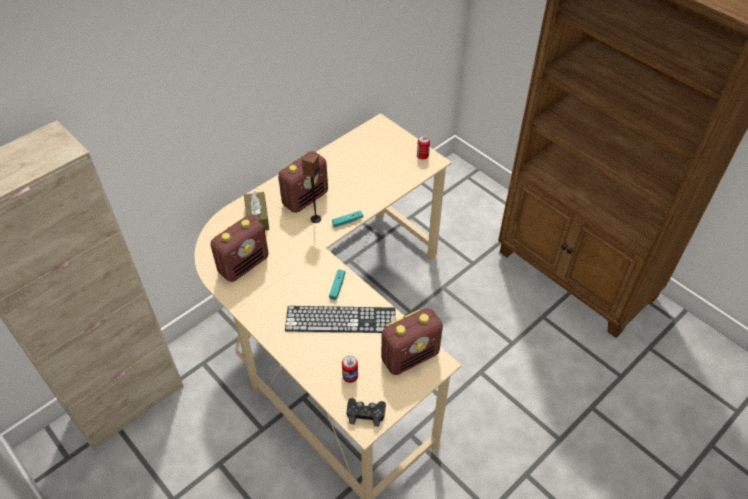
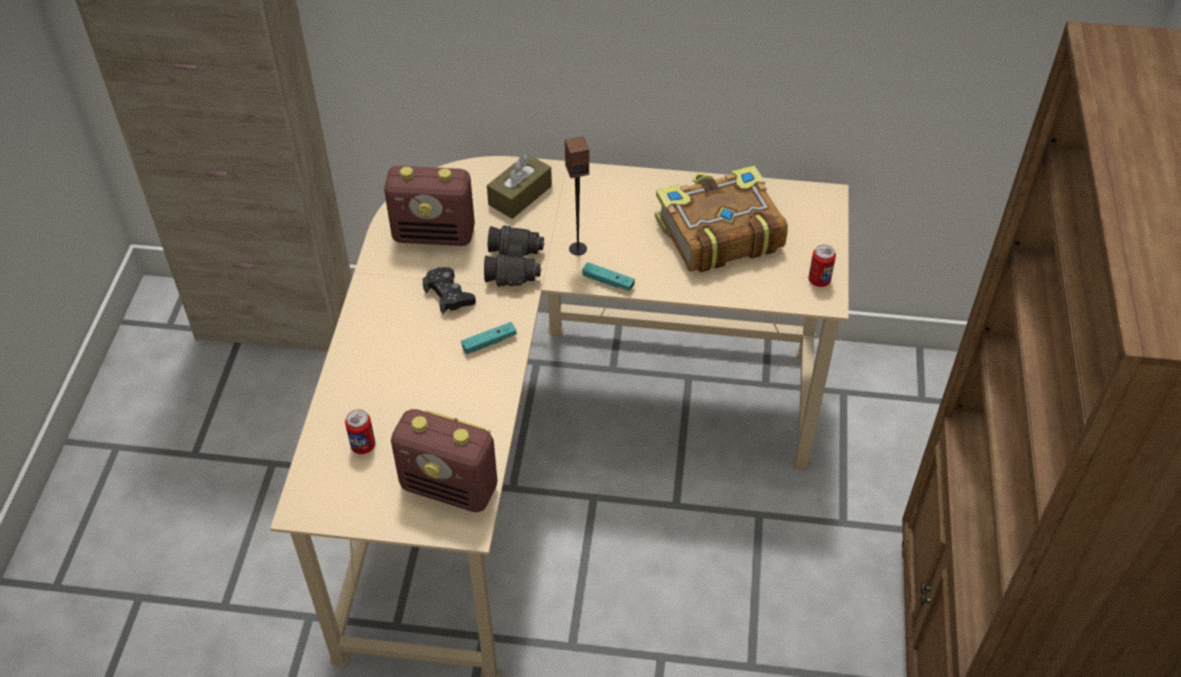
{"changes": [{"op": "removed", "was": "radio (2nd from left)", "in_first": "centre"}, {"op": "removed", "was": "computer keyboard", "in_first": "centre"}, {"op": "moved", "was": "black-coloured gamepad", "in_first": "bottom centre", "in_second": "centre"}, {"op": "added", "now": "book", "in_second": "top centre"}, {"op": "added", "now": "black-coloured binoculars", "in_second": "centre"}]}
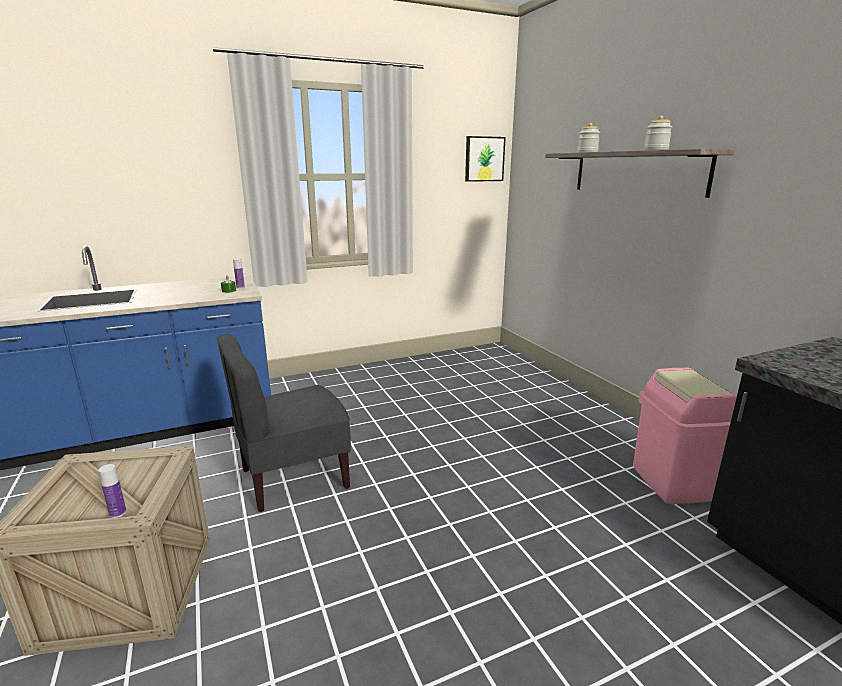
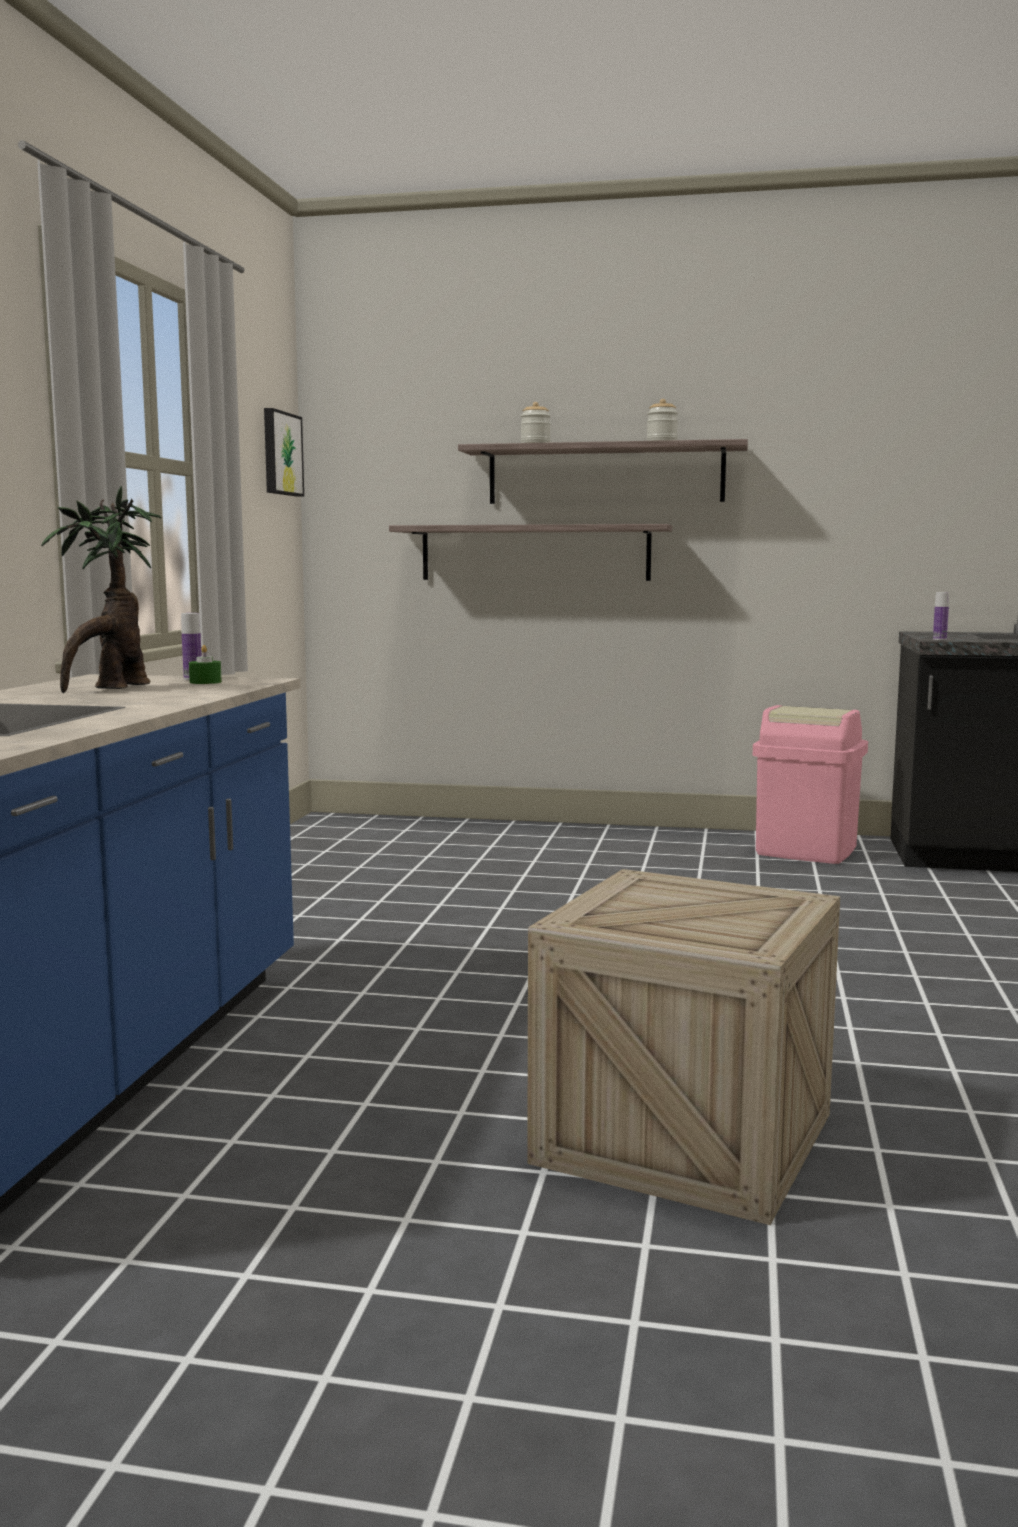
{"changes": [{"op": "removed", "was": "gray chair", "in_first": "centre"}, {"op": "moved", "was": "drink bottle (1st from left in the first image)", "now": "drink bottle (2nd from left)", "in_first": "bottom left", "in_second": "middle right"}, {"op": "added", "now": "plant in a pot", "in_second": "middle left"}, {"op": "added", "now": "bracket shelf (1st from left)", "in_second": "centre"}]}
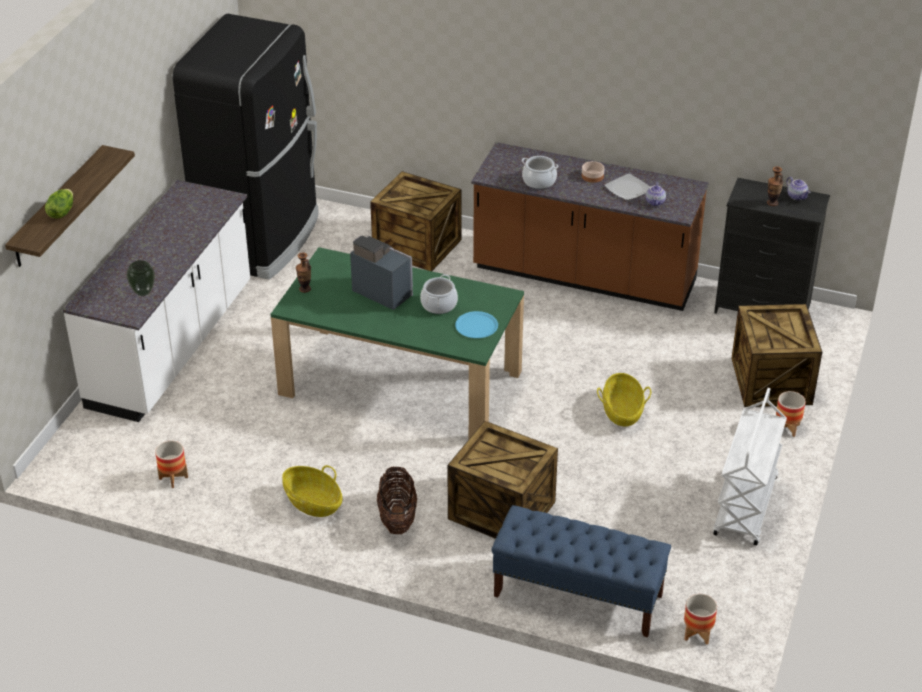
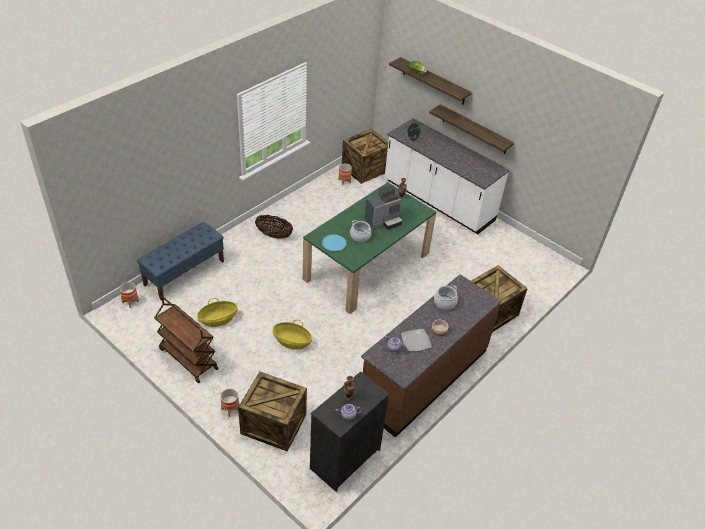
{"changes": [{"op": "removed", "was": "black-coloured refrigerator", "in_first": "top left"}, {"op": "recoloured", "was": "white trolley", "now": "brown-coloured trolley", "in_first": "bottom right", "in_second": "middle left"}, {"op": "moved", "was": "crate (2nd from left)", "in_first": "bottom centre", "in_second": "top centre"}, {"op": "moved", "was": "basket (1st from left)", "in_first": "bottom centre", "in_second": "middle left"}, {"op": "added", "now": "bracket shelf (2nd from left)", "in_second": "top right"}]}
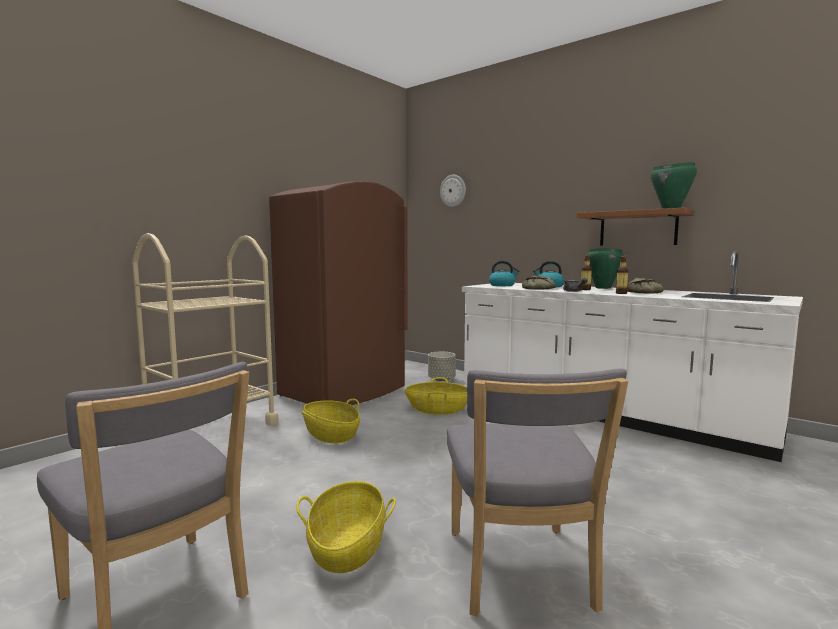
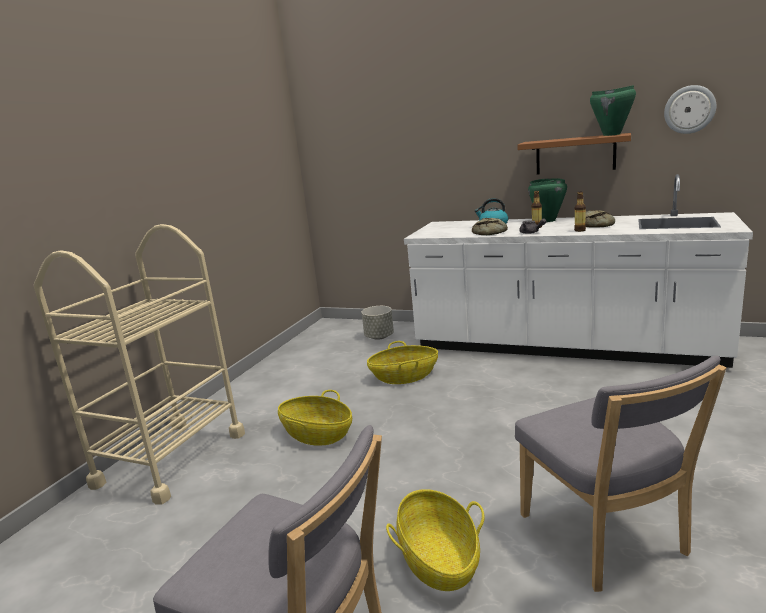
{"changes": [{"op": "moved", "was": "clock on the wall", "in_first": "top centre", "in_second": "top right"}, {"op": "removed", "was": "brown-coloured refrigerator", "in_first": "centre"}, {"op": "removed", "was": "water kettle (1st from left)", "in_first": "centre"}]}
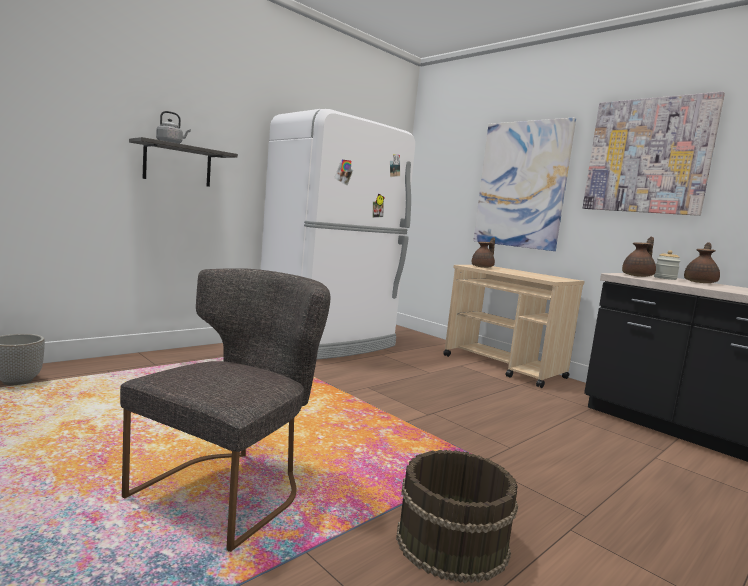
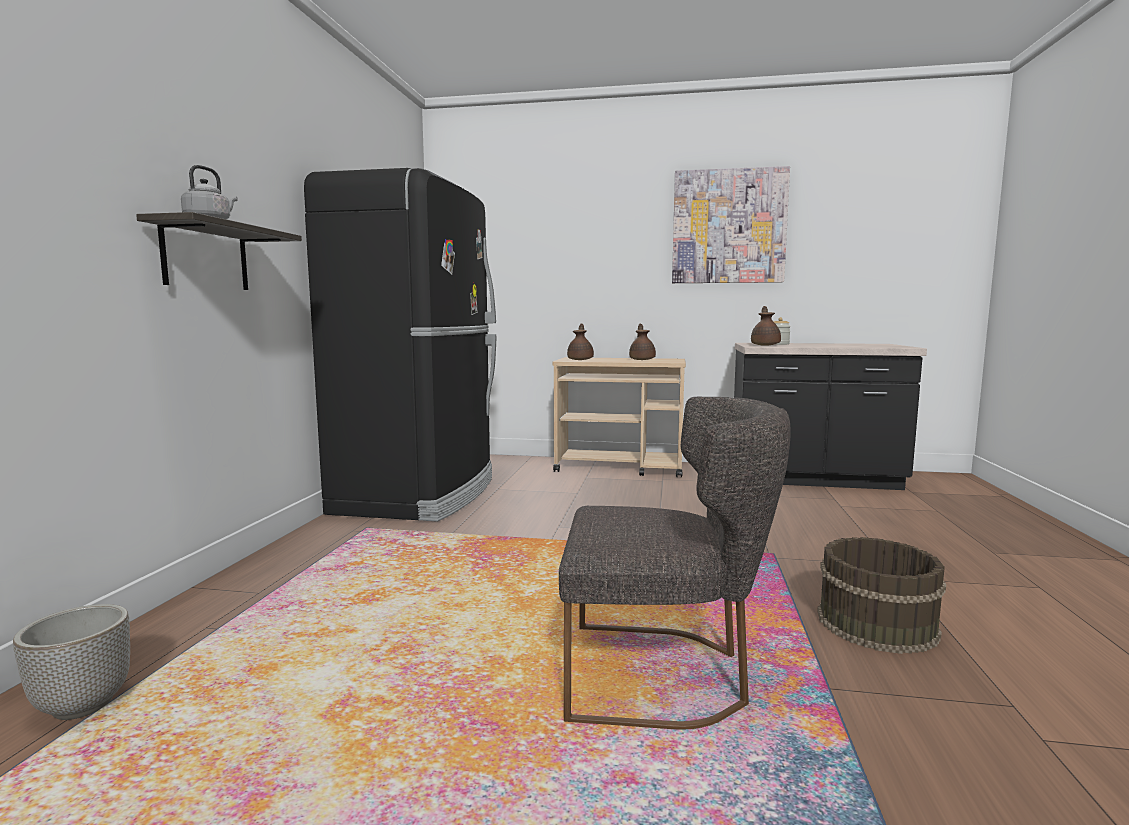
{"changes": [{"op": "recoloured", "was": "white refrigerator", "now": "black-coloured refrigerator", "in_first": "centre", "in_second": "centre"}, {"op": "removed", "was": "picture (1st from left)", "in_first": "top right"}, {"op": "moved", "was": "brown-coloured tea pot (3rd from left in the first image)", "now": "brown-coloured tea pot (2nd from left)", "in_first": "middle right", "in_second": "centre"}, {"op": "turned", "was": "gray chair", "in_first": "bottom left", "in_second": "bottom centre", "clockwise": 105}]}
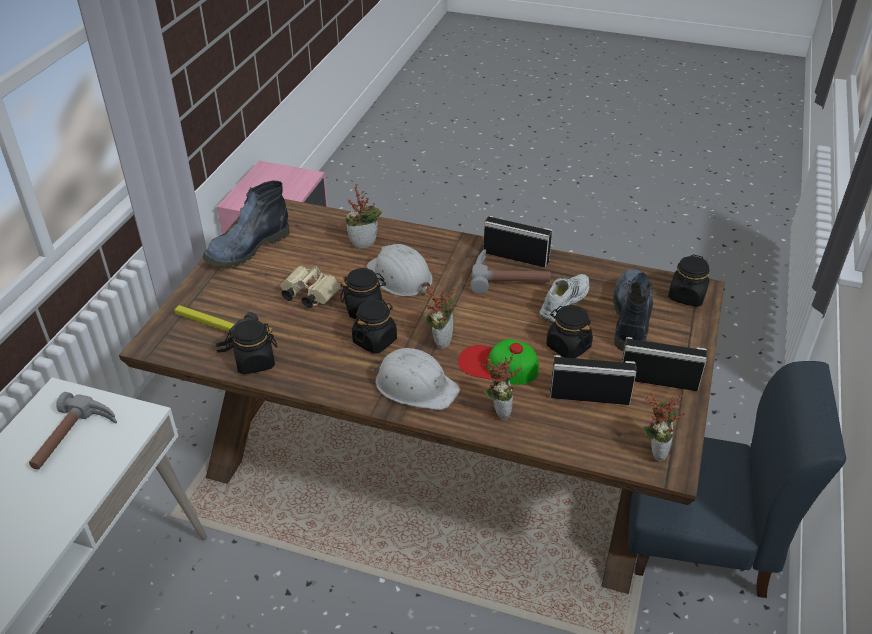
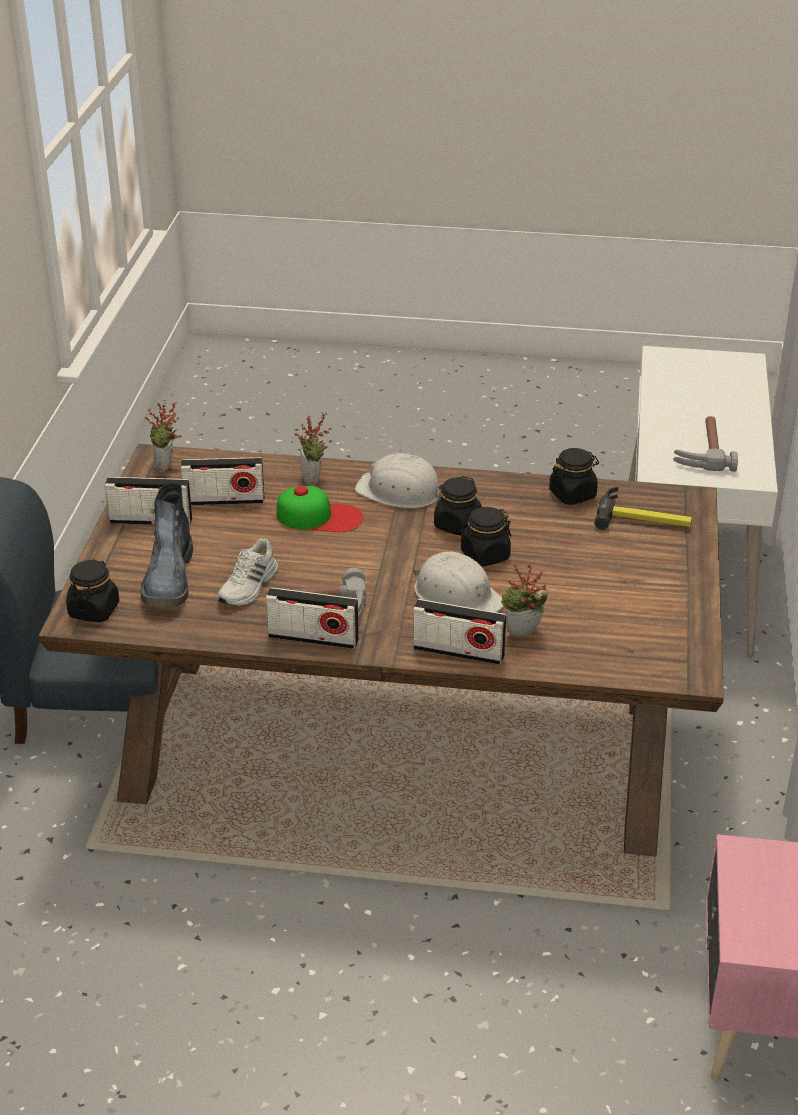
{"changes": [{"op": "removed", "was": "boot (1st from left)", "in_first": "middle left"}, {"op": "removed", "was": "beige-coloured binoculars", "in_first": "centre"}, {"op": "removed", "was": "plant in a pot (2nd from left)", "in_first": "centre"}, {"op": "removed", "was": "black-coloured jar (4th from left)", "in_first": "centre"}, {"op": "added", "now": "radio (4th from left)", "in_second": "centre"}]}
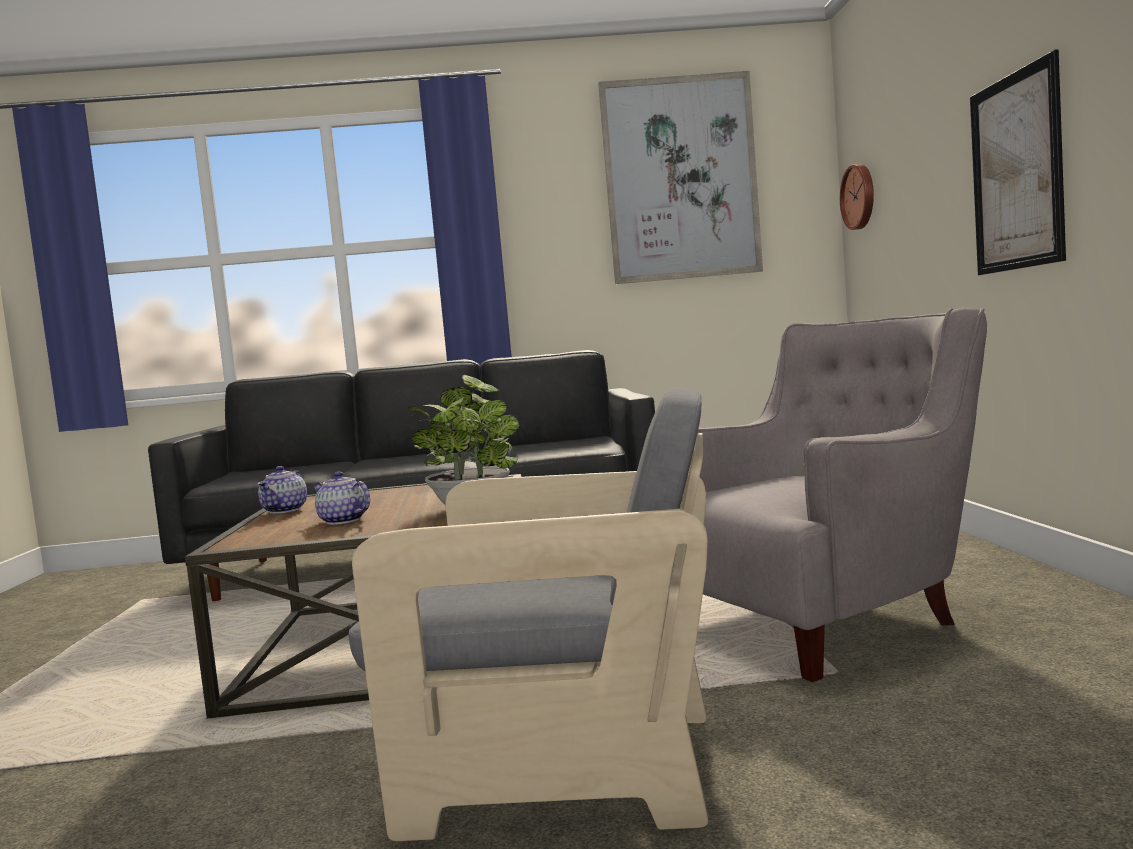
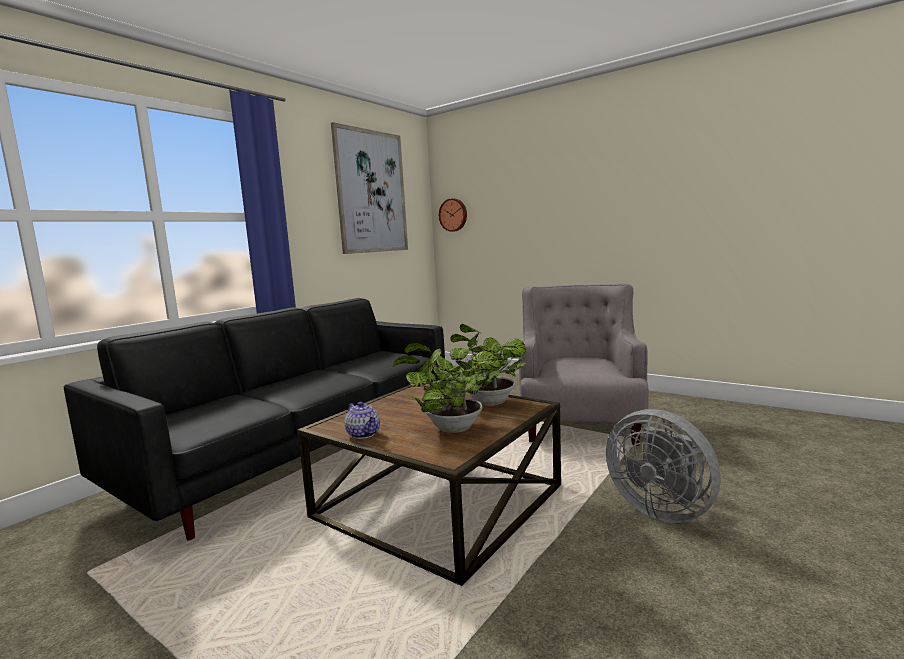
{"changes": [{"op": "removed", "was": "picture (2nd from left)", "in_first": "top right"}, {"op": "replaced", "was": "gray easy chair (1st from left)", "now": "gray cooling fan", "in_first": "bottom centre", "in_second": "bottom right"}, {"op": "replaced", "was": "tea pot (2nd from left)", "now": "plant in a pot (1st from left)", "in_first": "middle left", "in_second": "centre"}]}
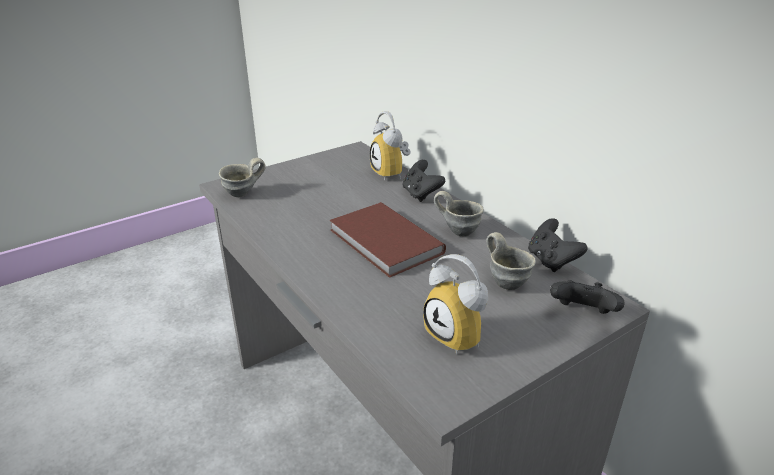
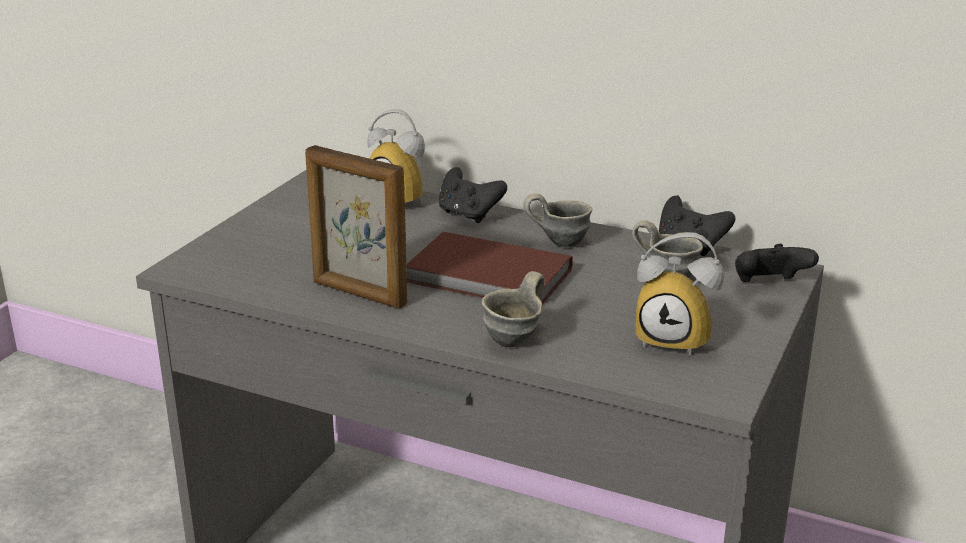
{"changes": [{"op": "moved", "was": "gray coffee mug (1st from left)", "in_first": "middle left", "in_second": "centre"}, {"op": "added", "now": "picture frame", "in_second": "centre"}]}
